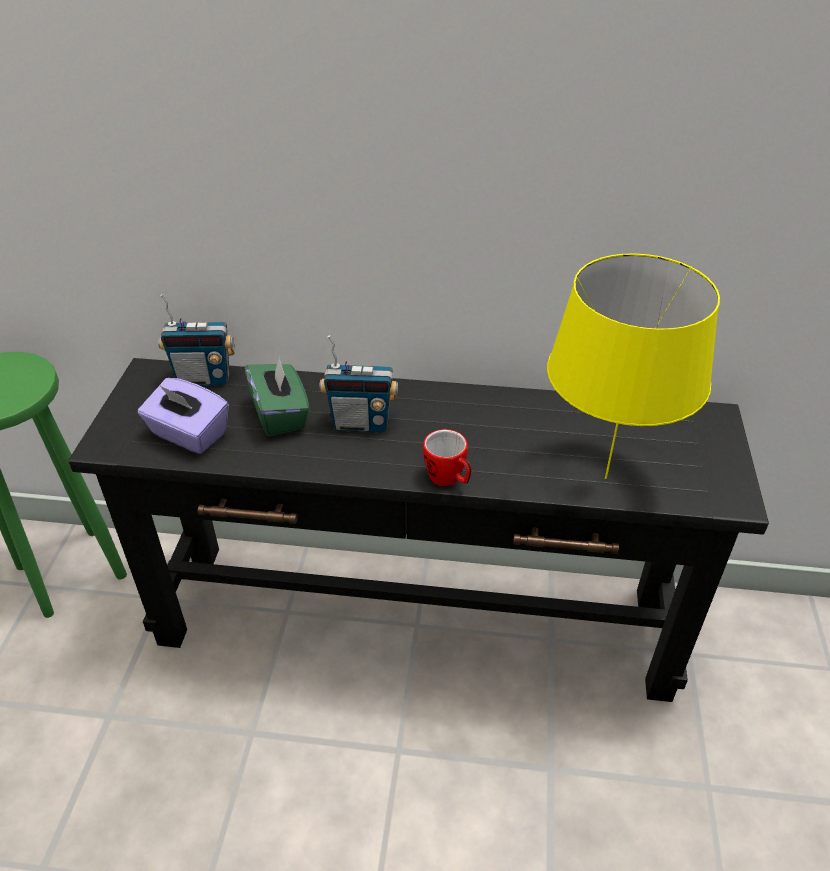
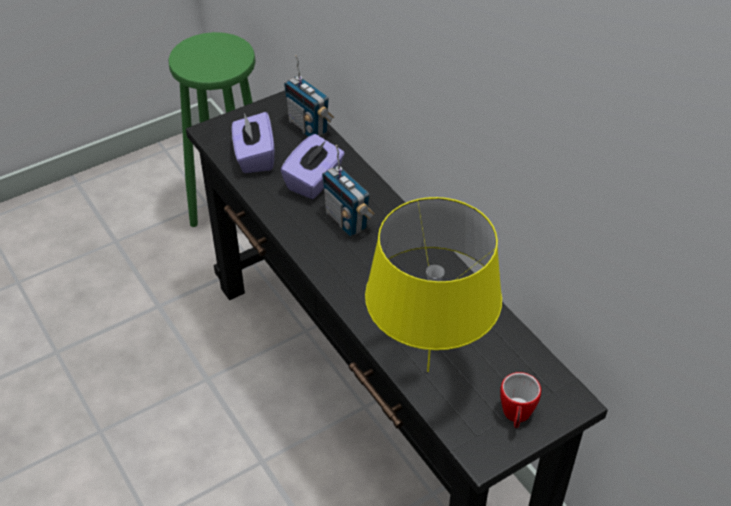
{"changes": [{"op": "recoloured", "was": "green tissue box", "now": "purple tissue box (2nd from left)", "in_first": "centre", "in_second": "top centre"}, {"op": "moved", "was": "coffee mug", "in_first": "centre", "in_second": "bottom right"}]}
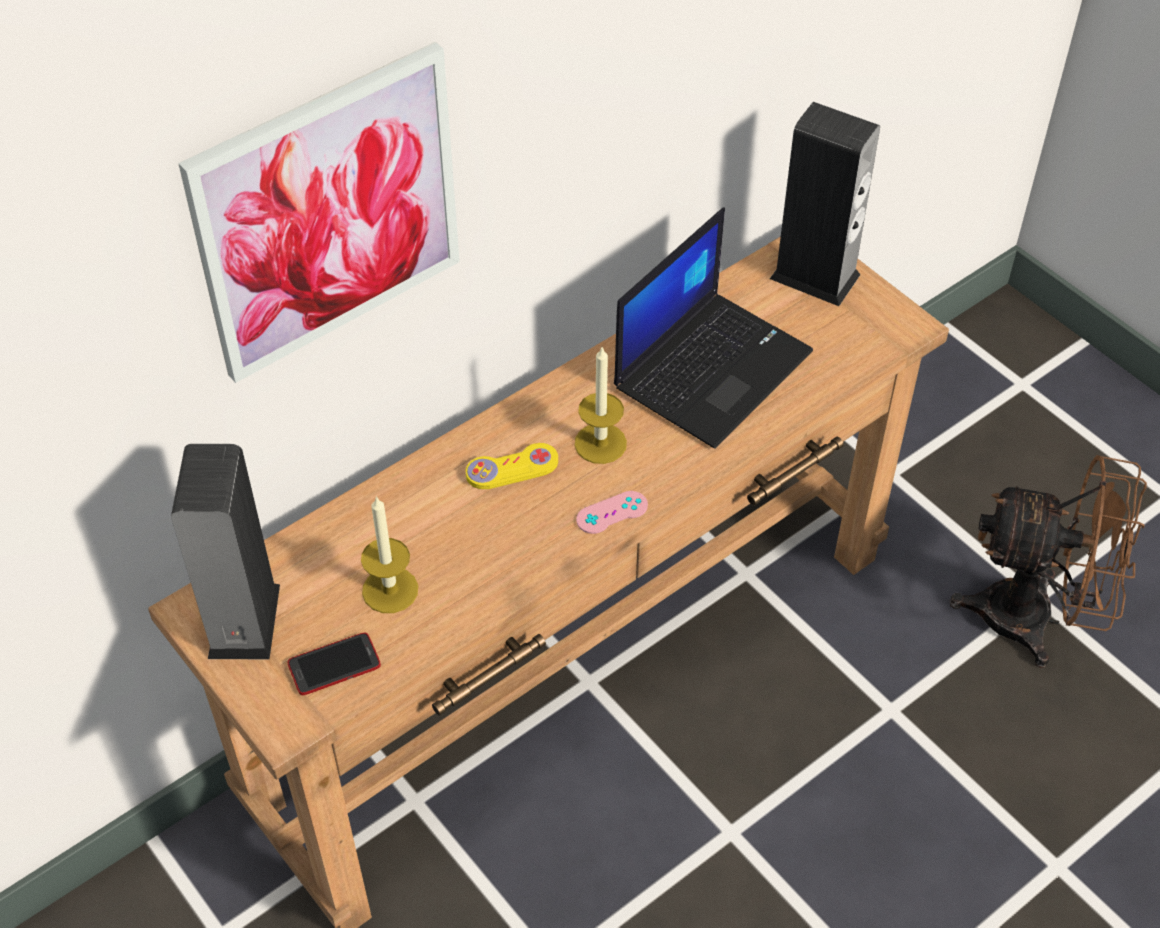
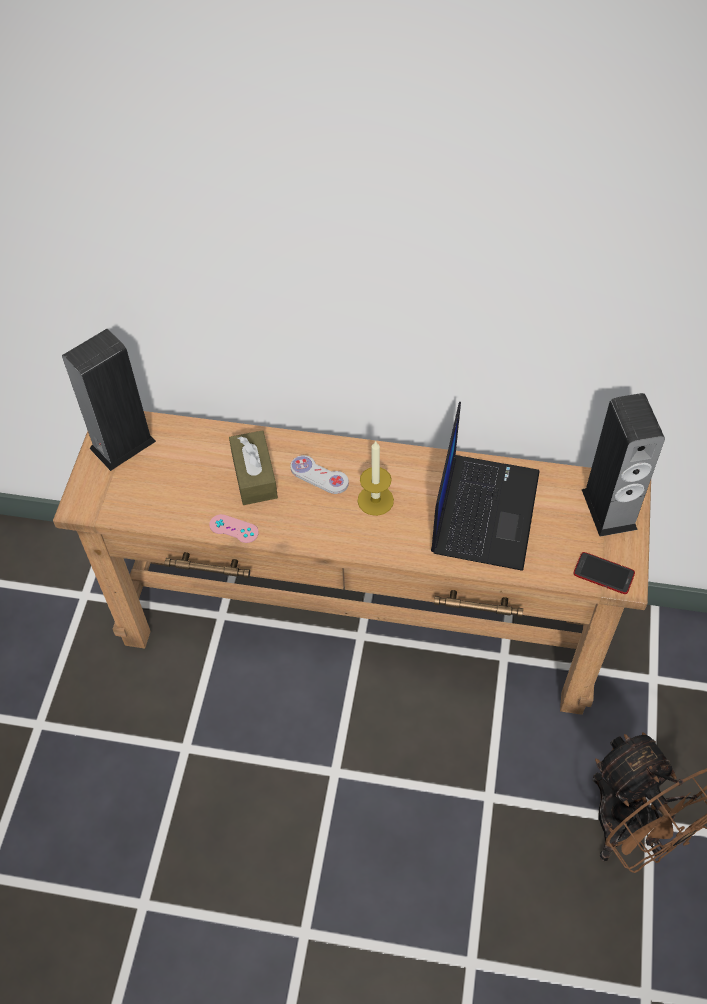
{"changes": [{"op": "removed", "was": "picture", "in_first": "top left"}, {"op": "turned", "was": "laptop", "in_first": "centre", "in_second": "middle right", "clockwise": -75}, {"op": "recoloured", "was": "yellow gamepad", "now": "white gamepad", "in_first": "centre", "in_second": "centre"}, {"op": "moved", "was": "pink gamepad", "in_first": "centre", "in_second": "middle left"}, {"op": "removed", "was": "wax candle (1st from left)", "in_first": "centre"}, {"op": "moved", "was": "telephone", "in_first": "bottom left", "in_second": "middle right"}, {"op": "added", "now": "brown-coloured tissue box", "in_second": "centre"}]}
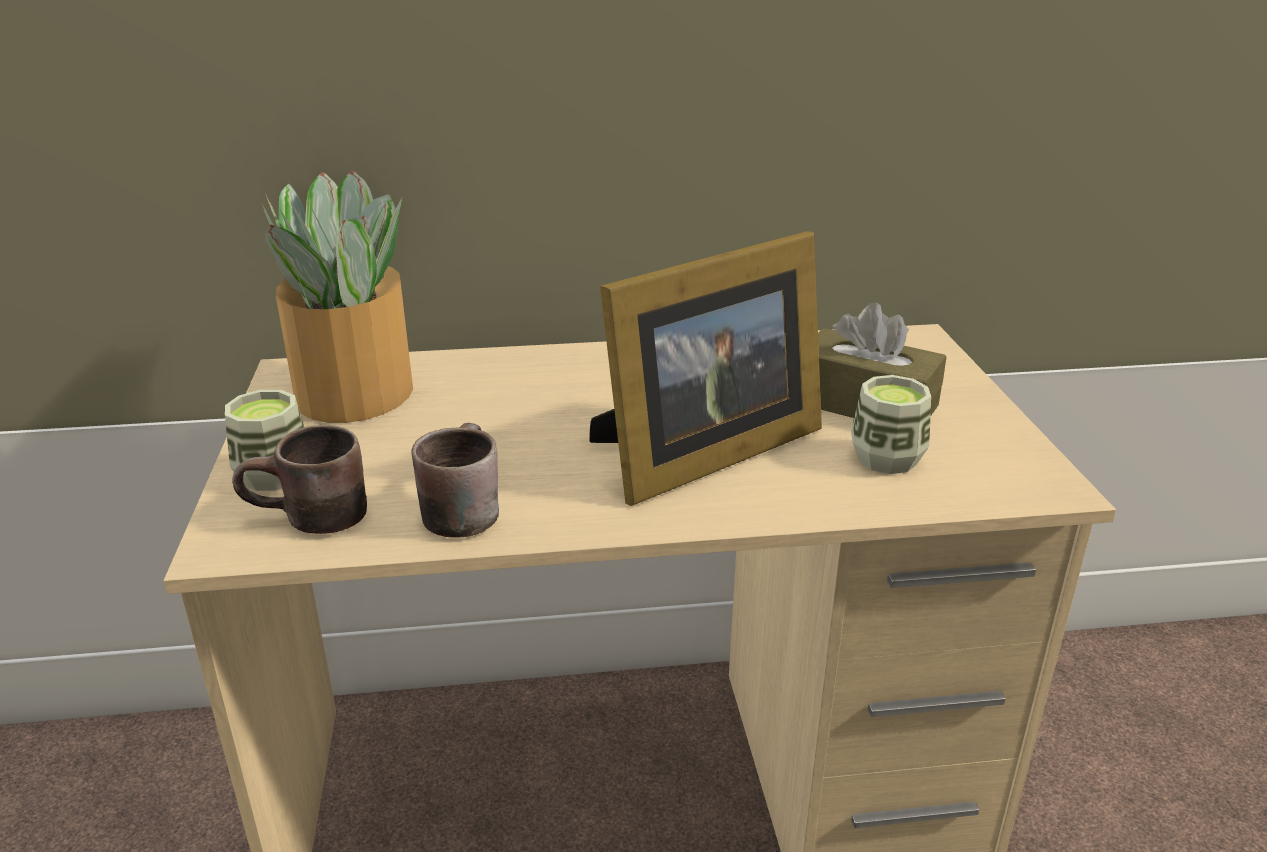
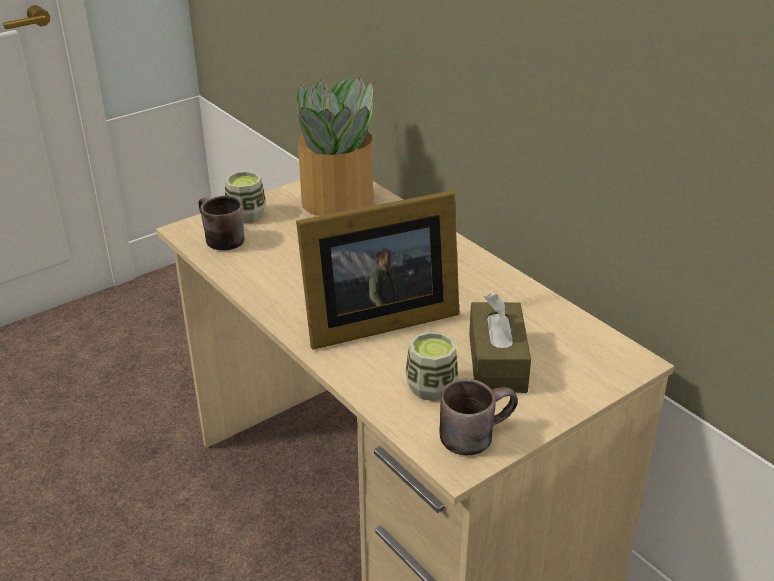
{"changes": [{"op": "turned", "was": "picture frame", "in_first": "centre", "in_second": "centre", "clockwise": -45}, {"op": "moved", "was": "brown-coloured coffee mug (2nd from left)", "in_first": "centre", "in_second": "bottom centre"}]}
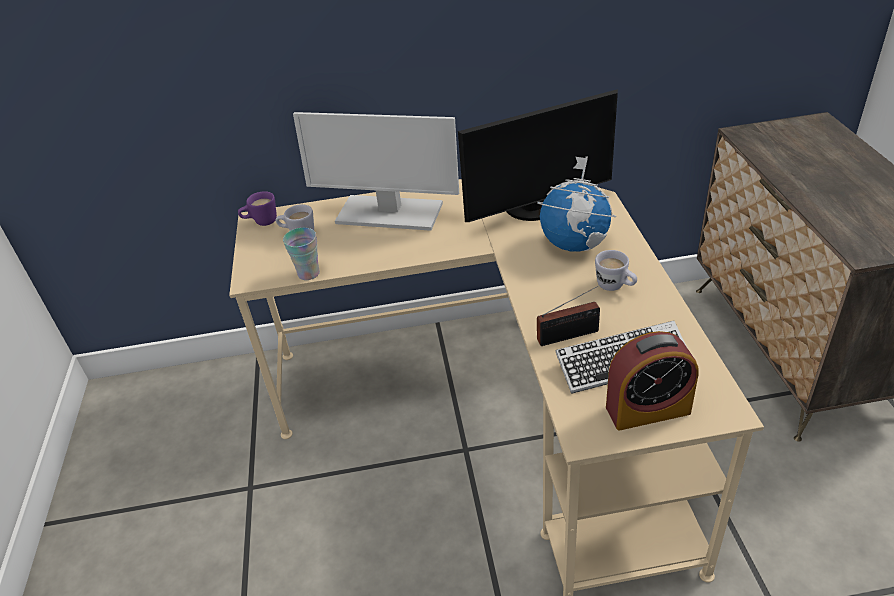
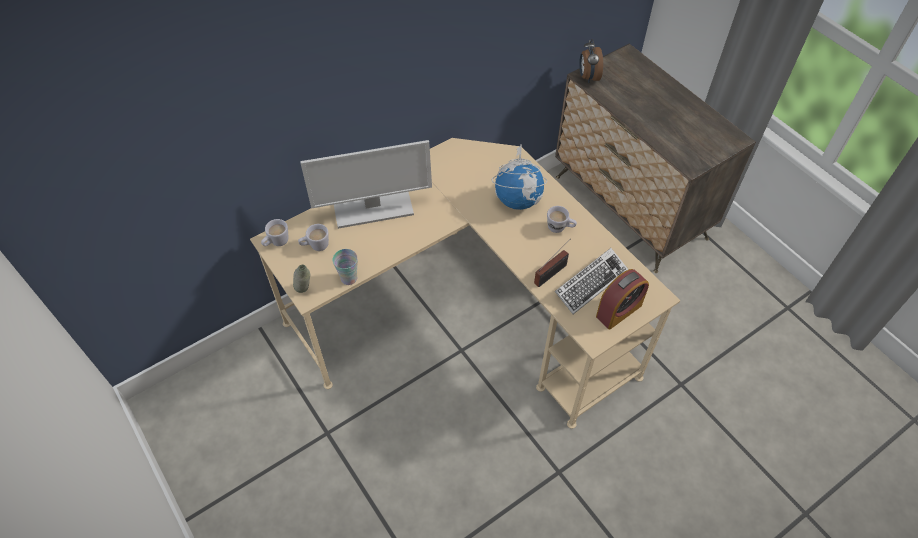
{"changes": [{"op": "removed", "was": "computer display (2nd from left)", "in_first": "top centre"}, {"op": "recoloured", "was": "purple coffee mug", "now": "white coffee mug (1st from left)", "in_first": "middle left", "in_second": "middle left"}, {"op": "added", "now": "bedside clock (1st from left)", "in_second": "top centre"}, {"op": "added", "now": "gray drink bottle", "in_second": "middle left"}]}
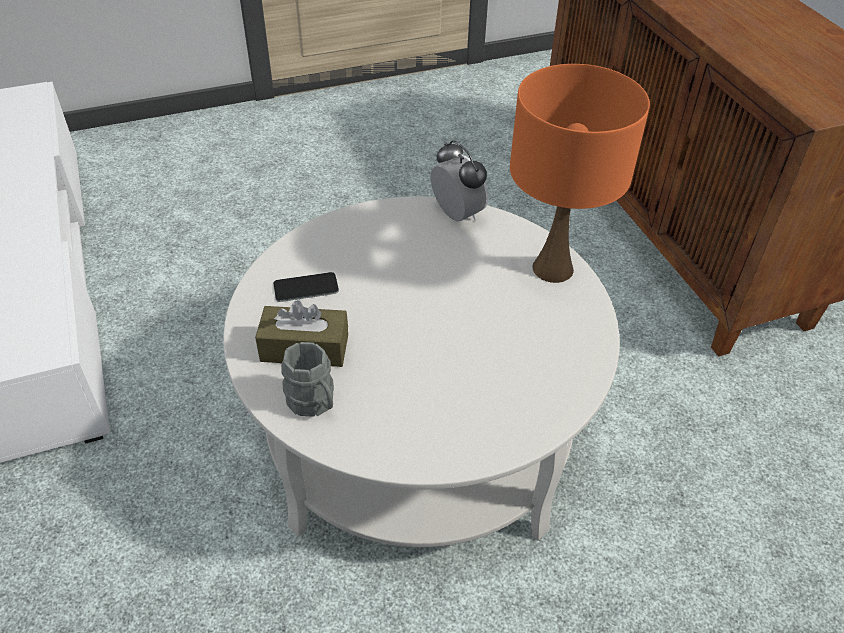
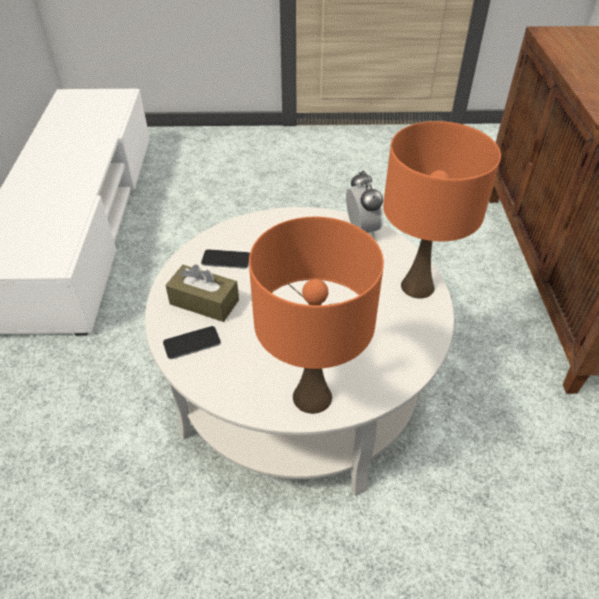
{"changes": [{"op": "replaced", "was": "gray coffee mug", "now": "telephone (1st from left)", "in_first": "centre", "in_second": "middle left"}, {"op": "added", "now": "orange table lamp (1st from left)", "in_second": "centre"}]}
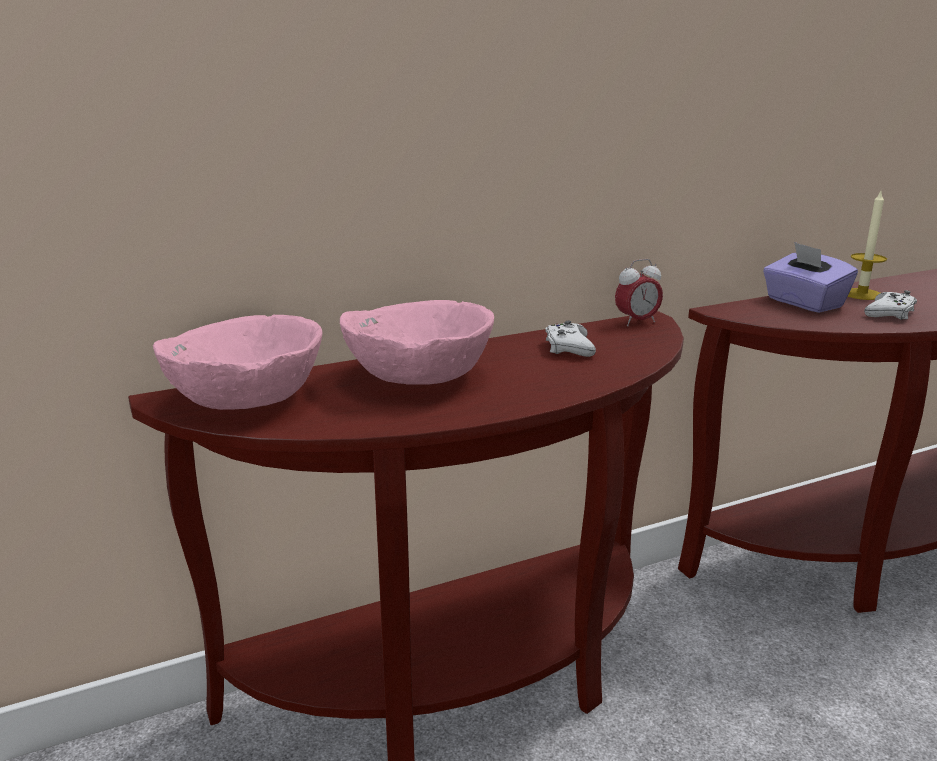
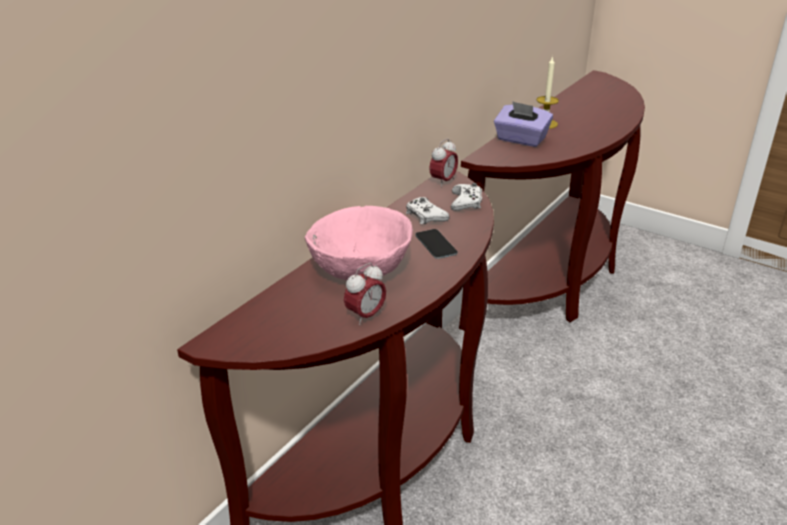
{"changes": [{"op": "moved", "was": "white gamepad (2nd from left)", "in_first": "middle right", "in_second": "centre"}, {"op": "removed", "was": "pink serving bowl (1st from left)", "in_first": "middle left"}, {"op": "added", "now": "telephone", "in_second": "centre"}, {"op": "added", "now": "bedside clock (1st from left)", "in_second": "centre"}]}
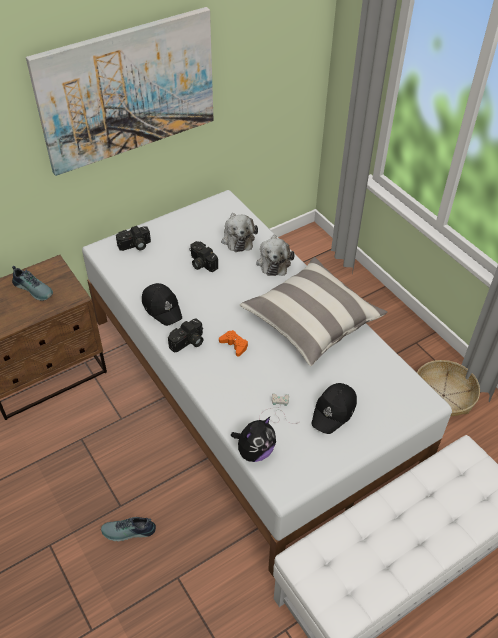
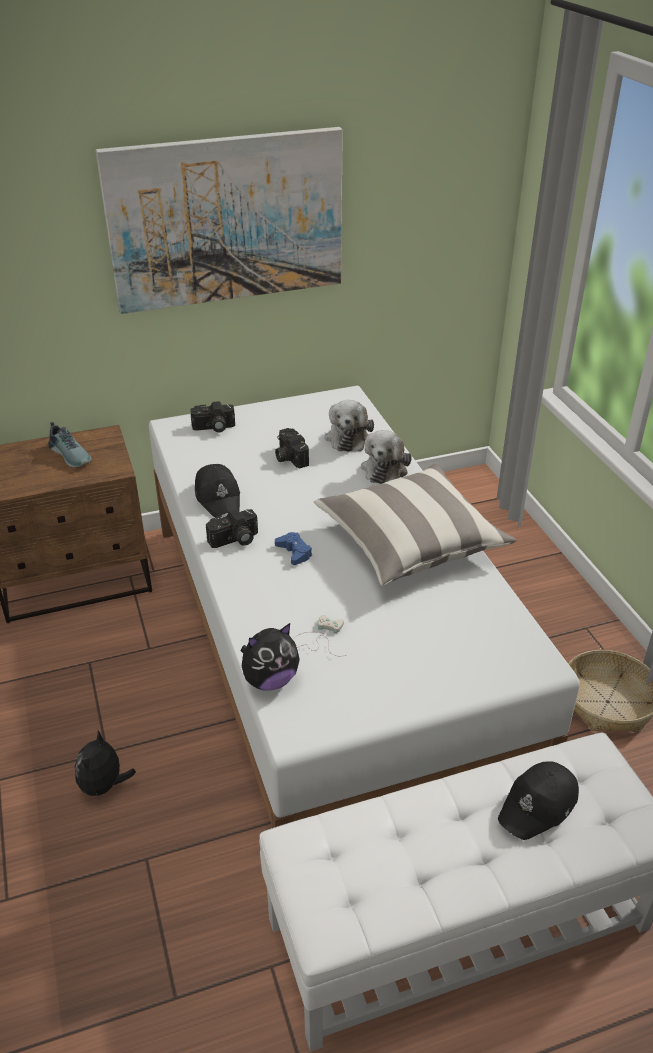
{"changes": [{"op": "recoloured", "was": "orange gamepad", "now": "bluish gamepad", "in_first": "centre", "in_second": "centre"}, {"op": "moved", "was": "black-coloured baseball cap (2nd from left)", "in_first": "middle right", "in_second": "bottom right"}, {"op": "replaced", "was": "item of footwear (2nd from left)", "now": "soft toy (1st from left)", "in_first": "bottom left", "in_second": "bottom left"}]}
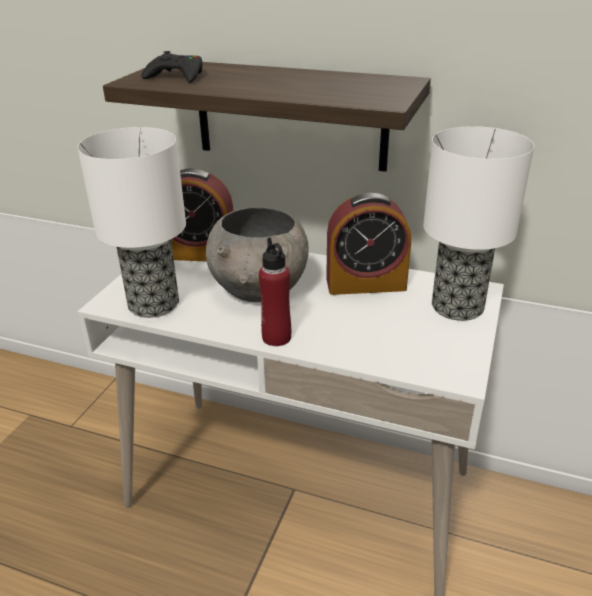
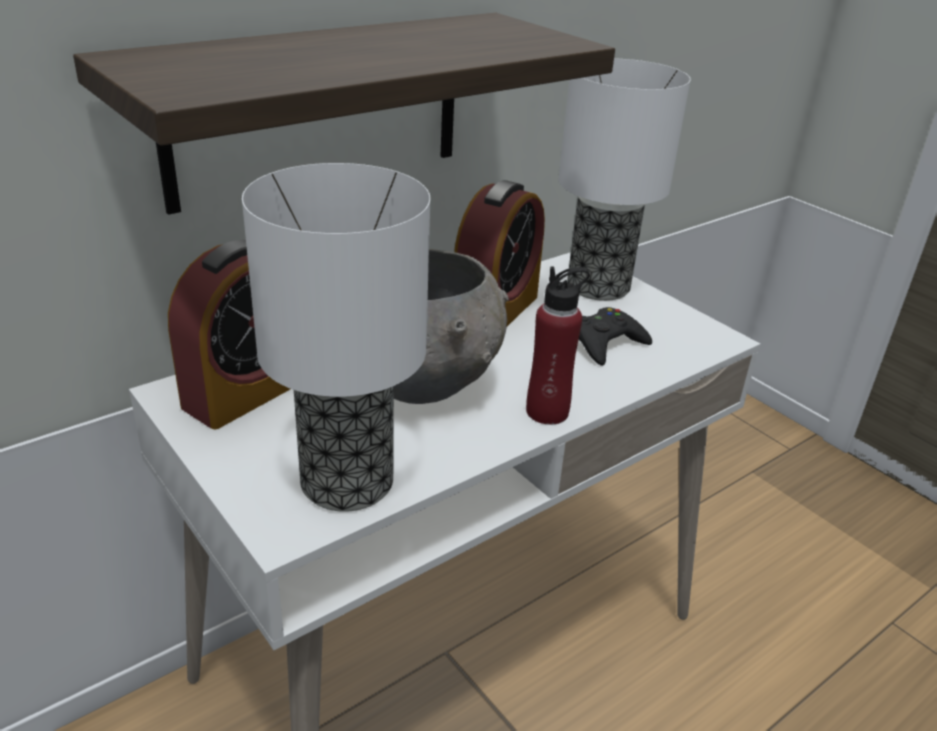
{"changes": [{"op": "moved", "was": "black-coloured gamepad", "in_first": "top left", "in_second": "centre"}]}
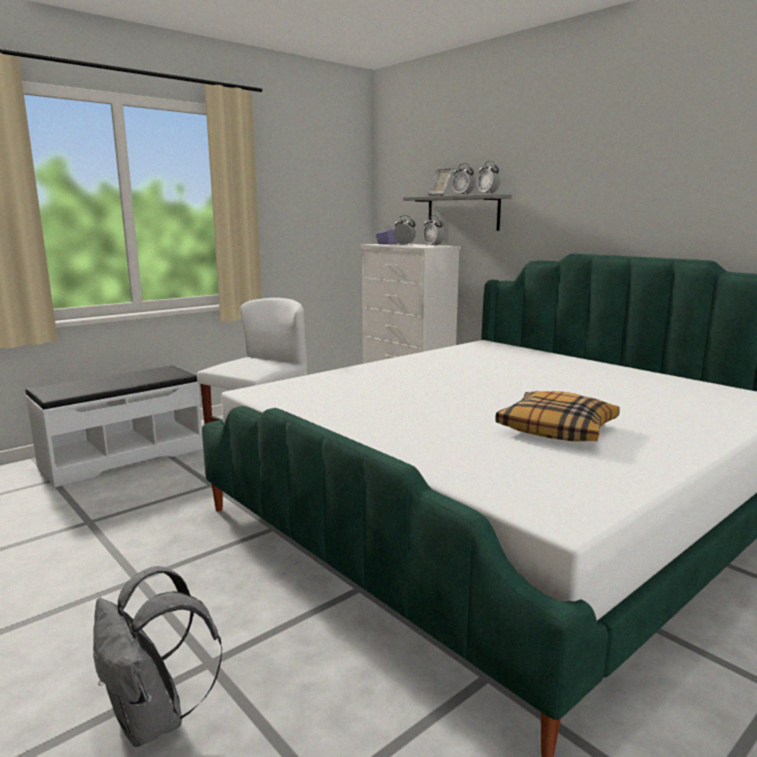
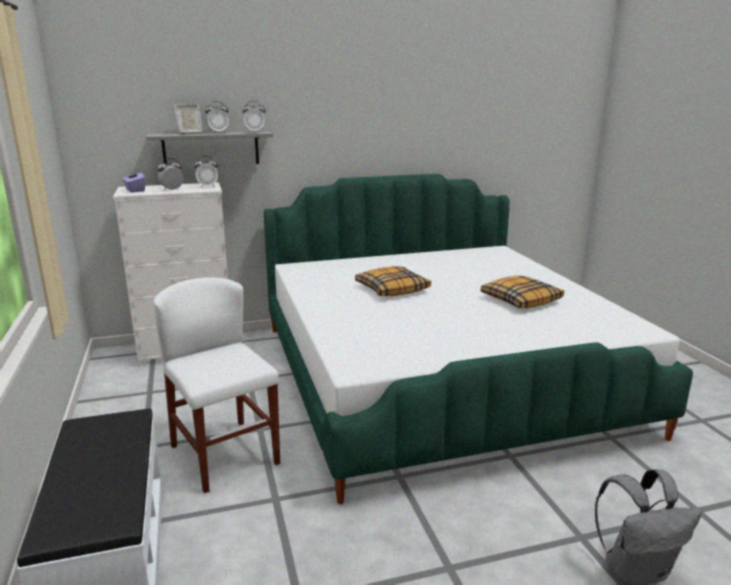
{"changes": [{"op": "added", "now": "pillow (1st from left)", "in_second": "centre"}]}
